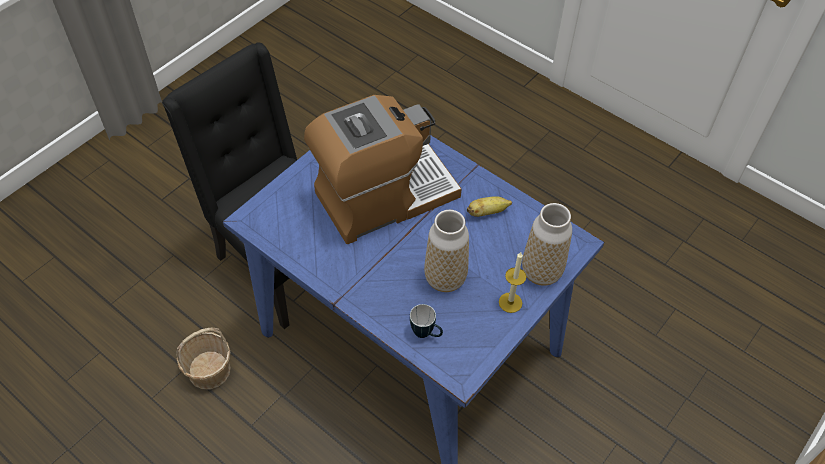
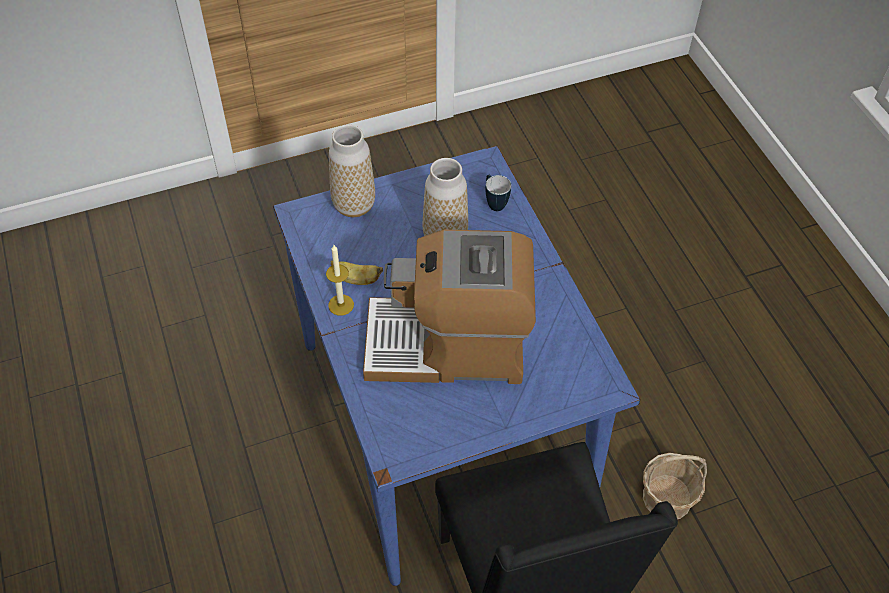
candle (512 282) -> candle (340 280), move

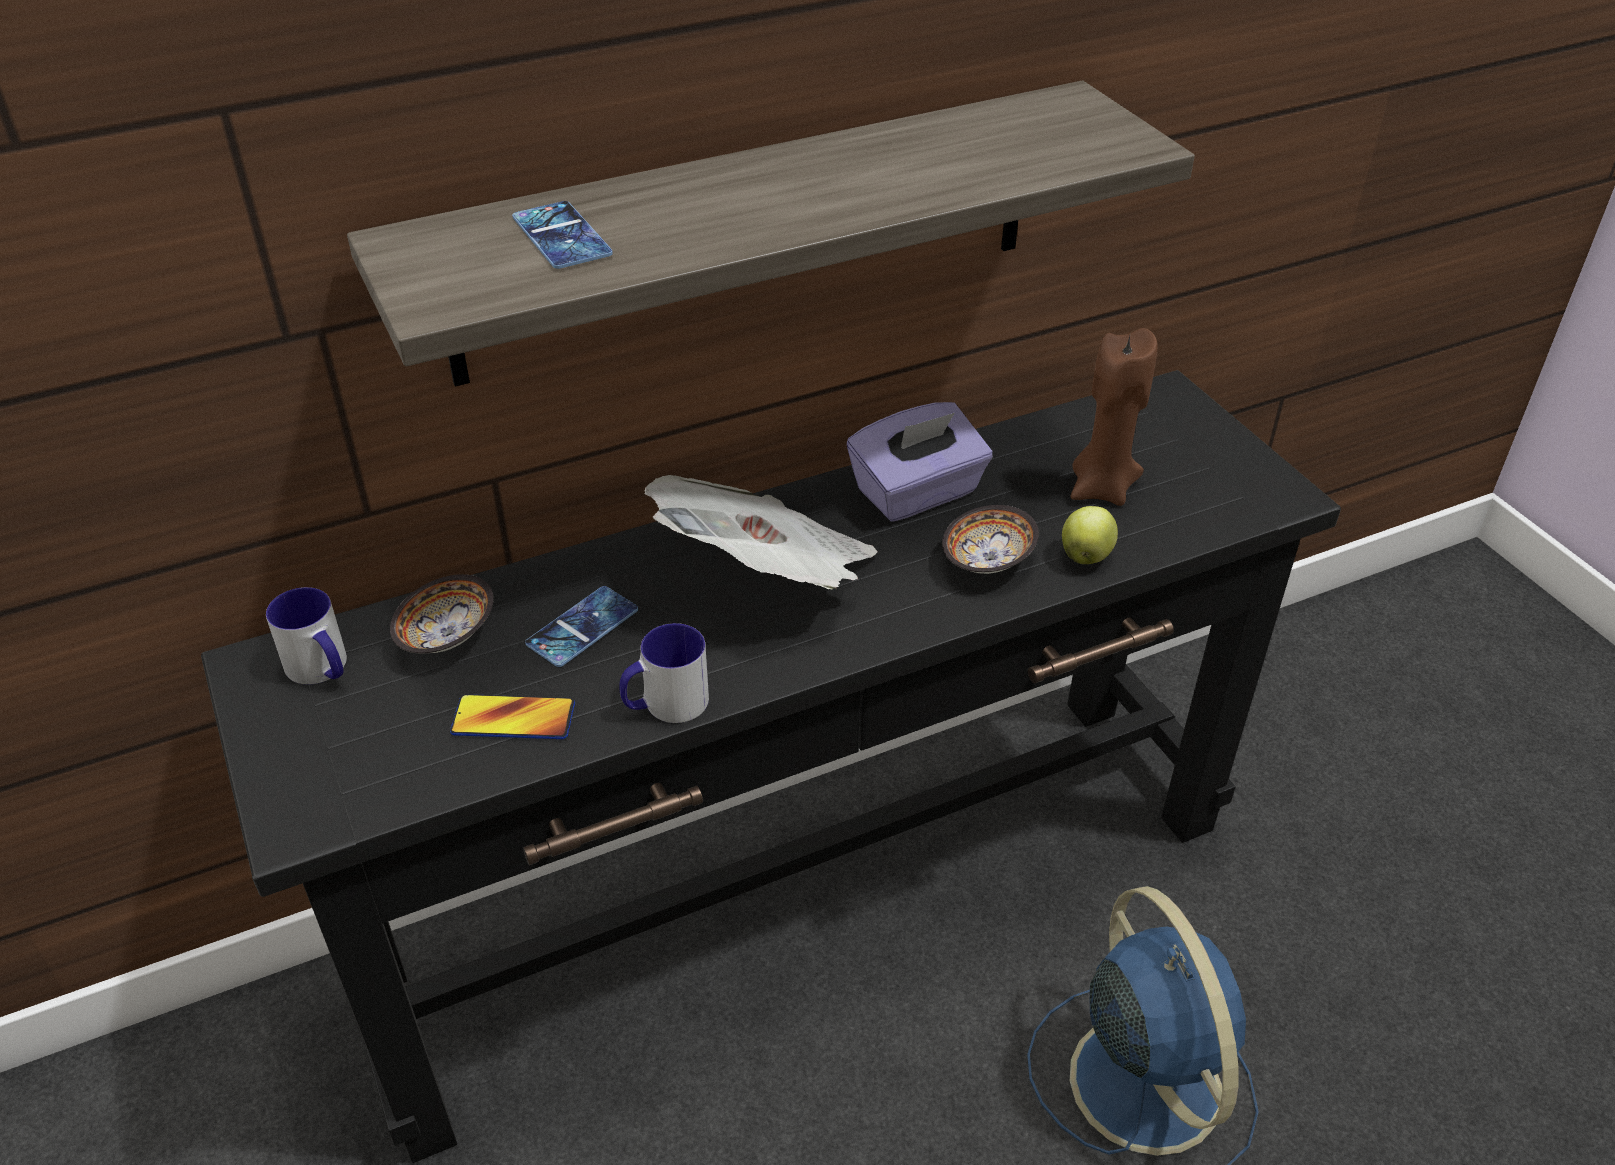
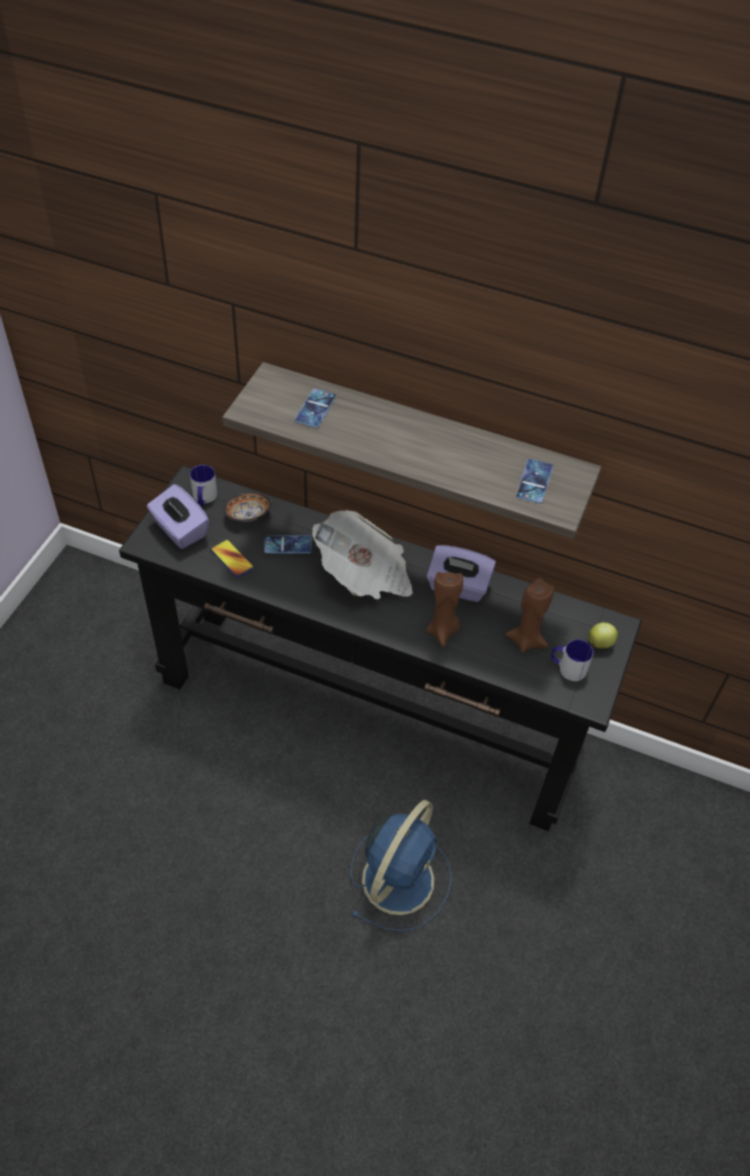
mug (664 673) -> mug (572 660), move
bowl (990 539) -> brown_candle (444 609)
apple (1090 535) -> apple (603 635), move
none -> purple_tissue_box (178 516)
none -> phone (534 481)

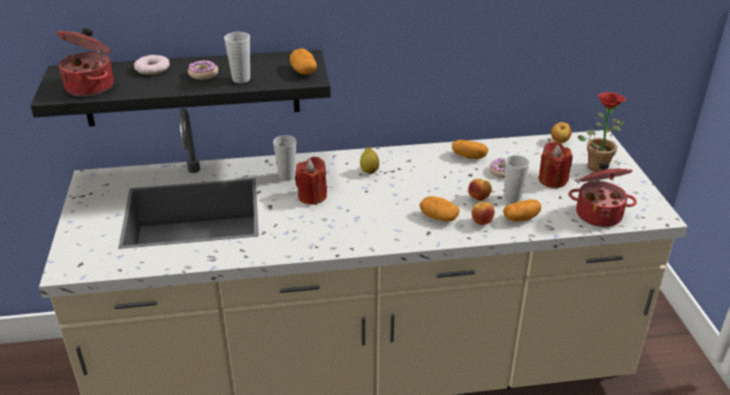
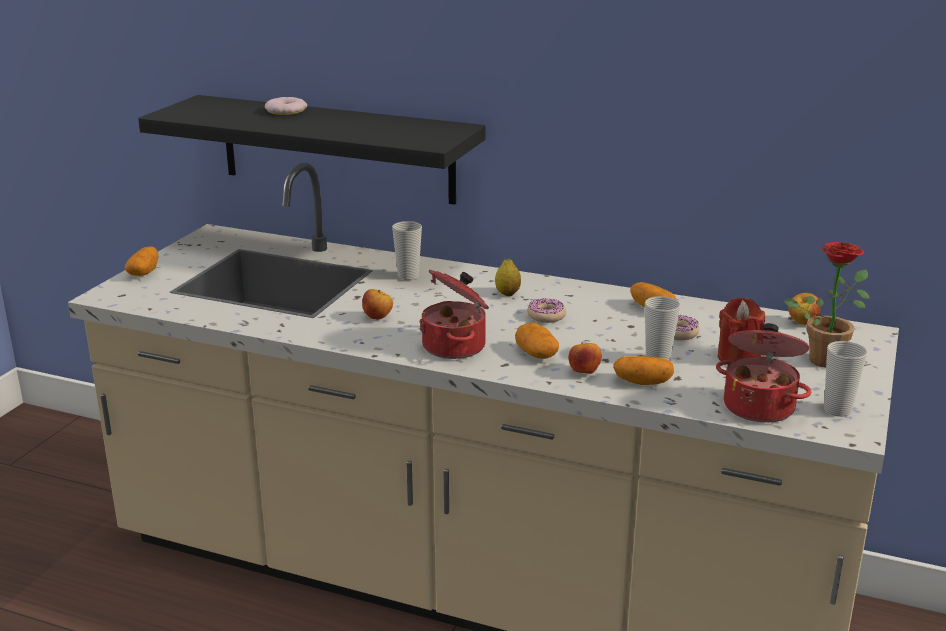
cooking_pot (85 62) -> cooking_pot (454 314), move
donut (203 70) -> donut (546 310), move
cup (237 57) -> cup (845 379), move
potato (303 61) -> potato (142 261), move
red_candle (311 181) -> none
apple (480 190) -> apple (377 304), move

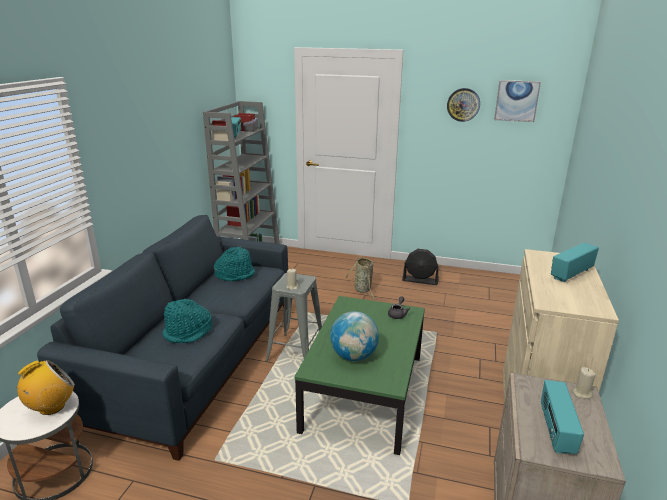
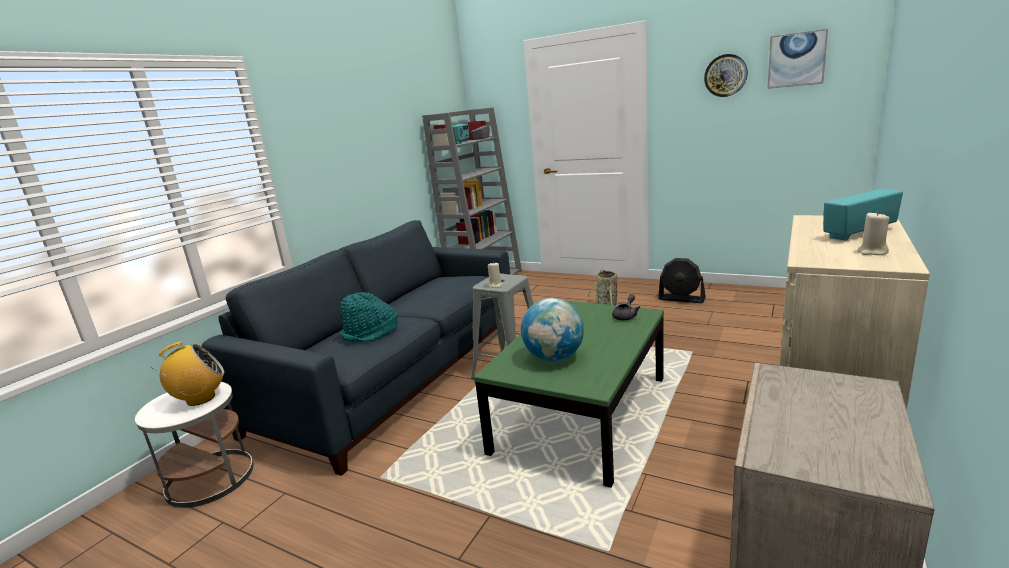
turquoise_hat (234 264) -> none
radio (562 417) -> none
beige_candle (584 383) -> beige_candle (873 233), move

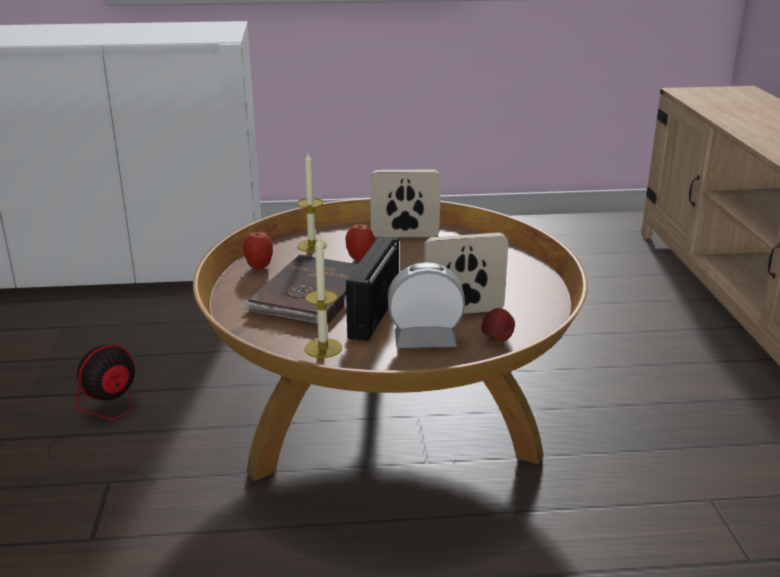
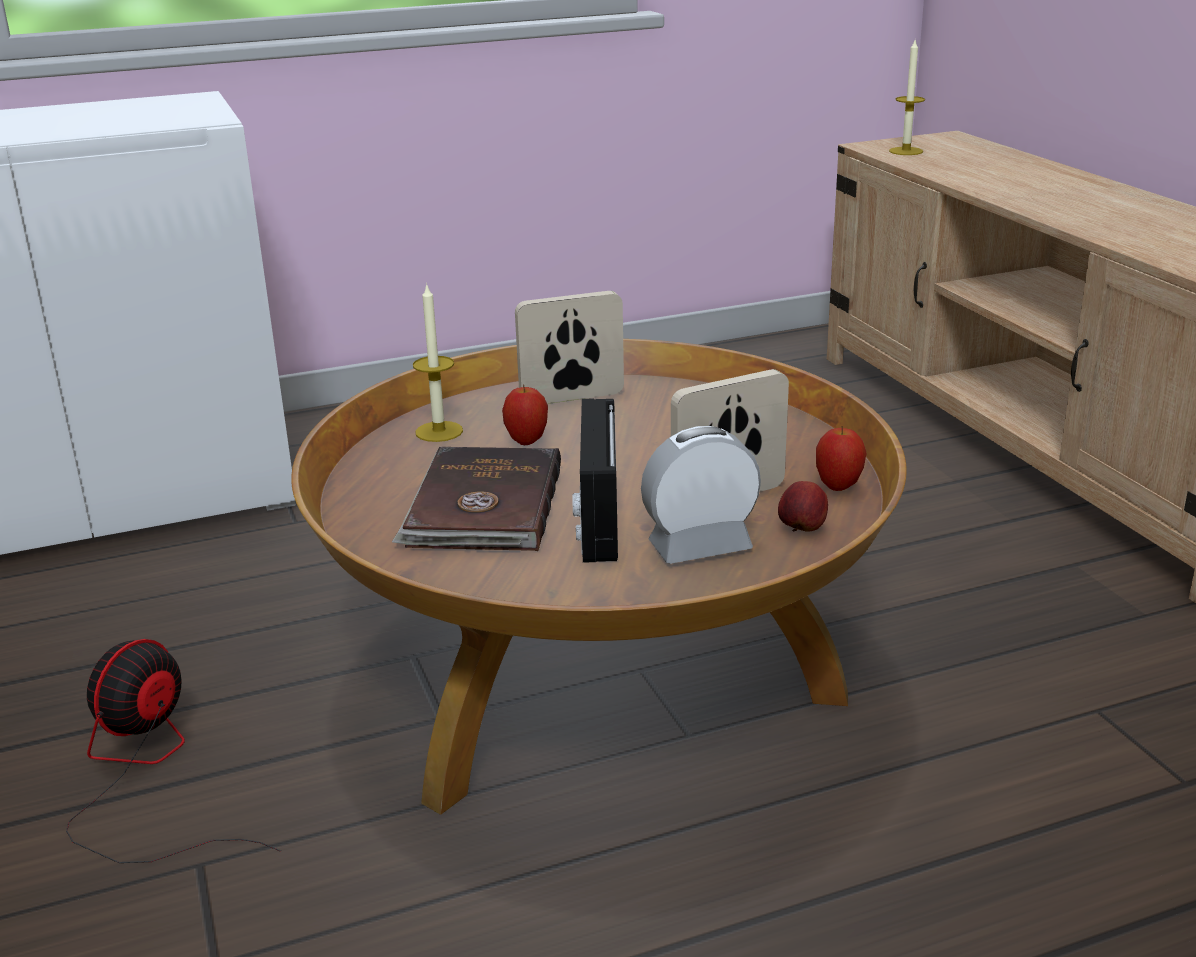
apple (258 250) -> apple (841 458), move
candle (323 297) -> candle (907 97), move

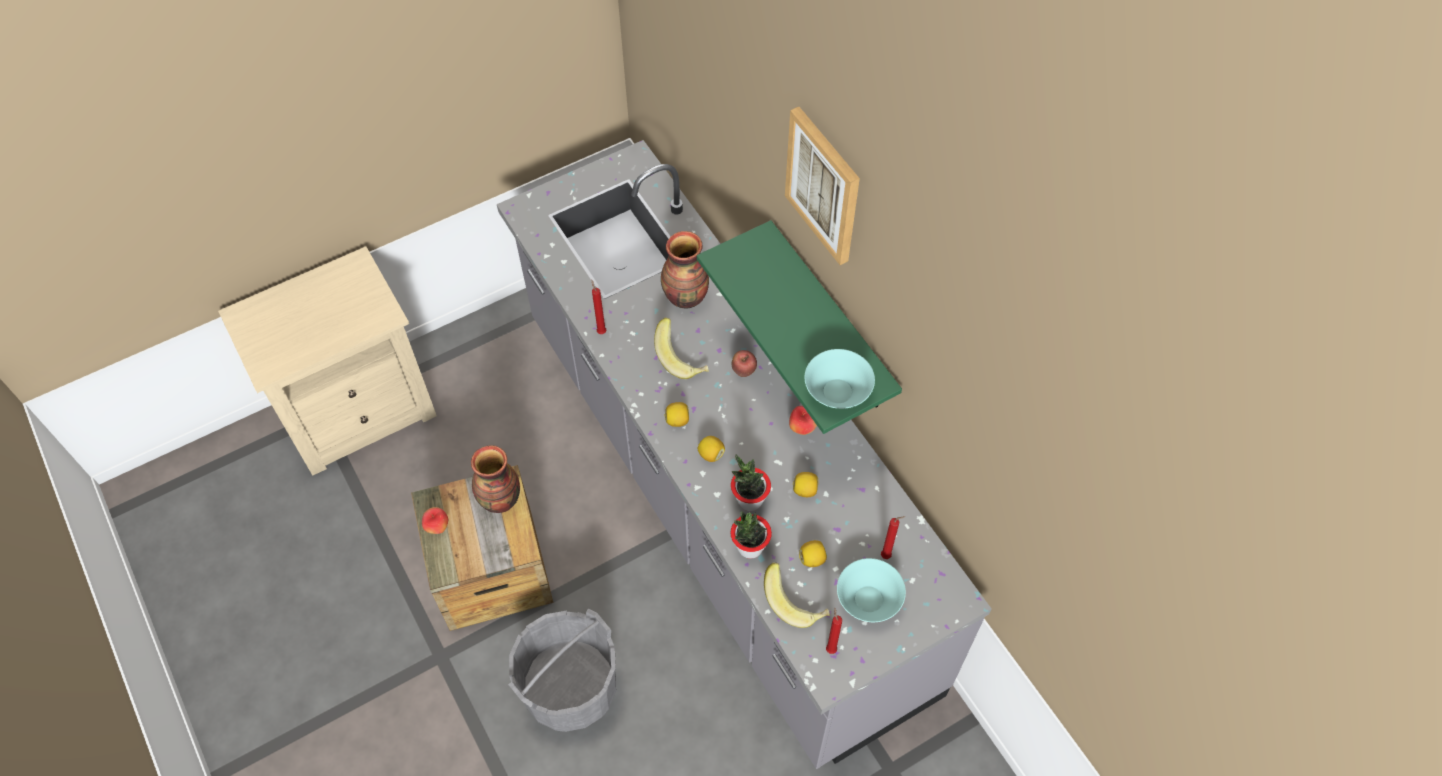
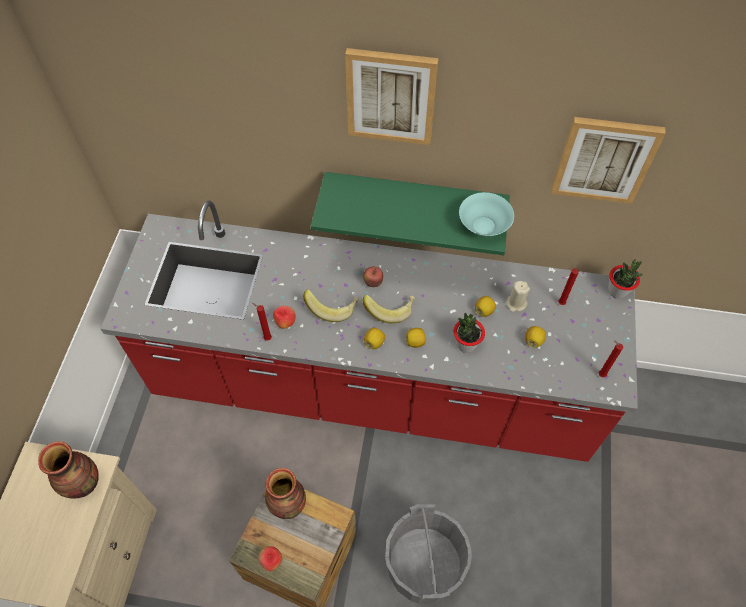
grey_counter (744 454) -> red_counter (369 331)
vase (685 269) -> vase (68 470), move
potted_plant (751 535) -> potted_plant (625 279), move
banana (797 595) -> banana (389 309), move
apple (803 420) -> apple (284 317), move
turquoise_bowl (871 590) -> none
none -> beige_candle (518 296)
none -> picture (608 160)

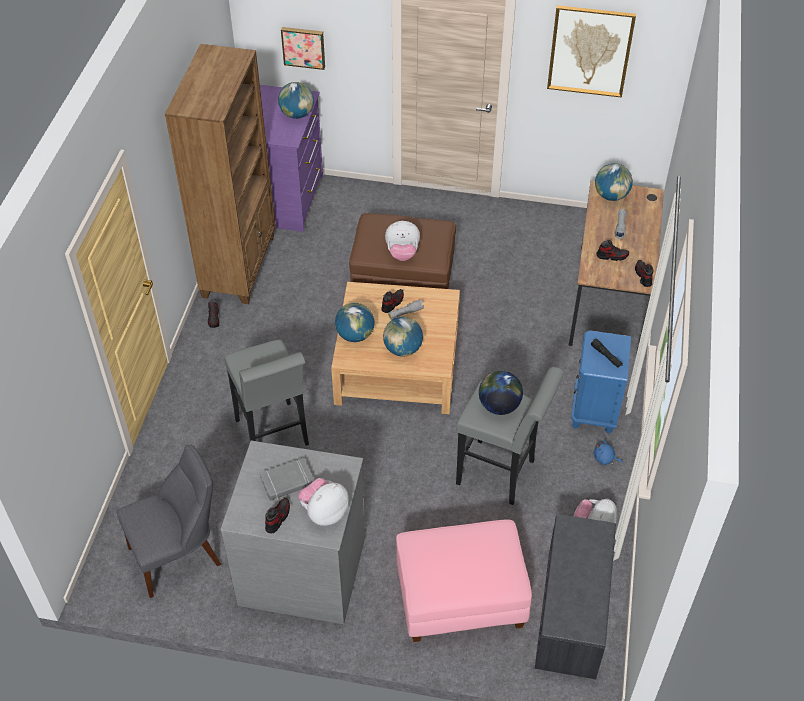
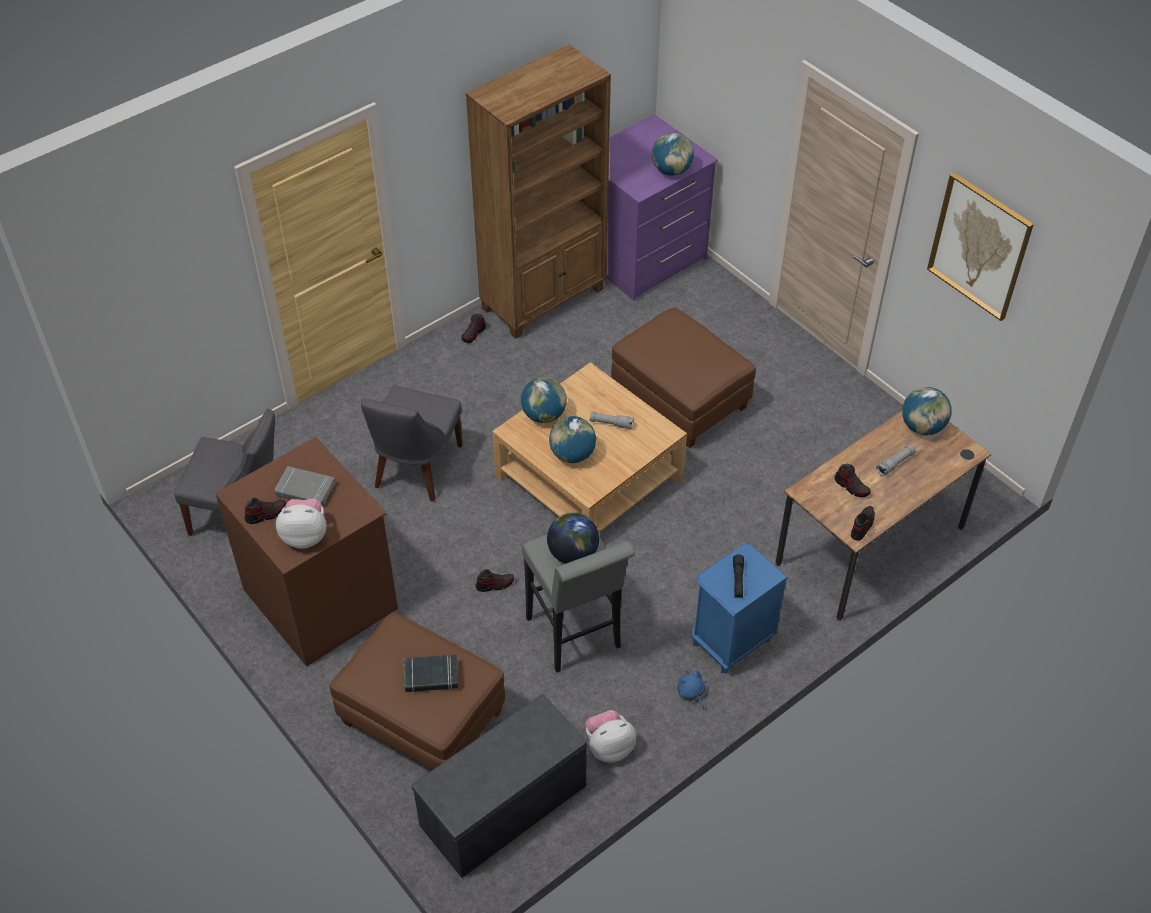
grey_dresser (292 532) -> brown_dresser (306 551)
grey_stool (266 393) -> grey_chair (412 444)
picture (303 48) -> none
shoe (392 301) -> shoe (494 580), move
plush_toy (402 241) -> none
pink_ottoman (464 581) -> brown_ottoman (417 691)
none -> black_book (431 673)

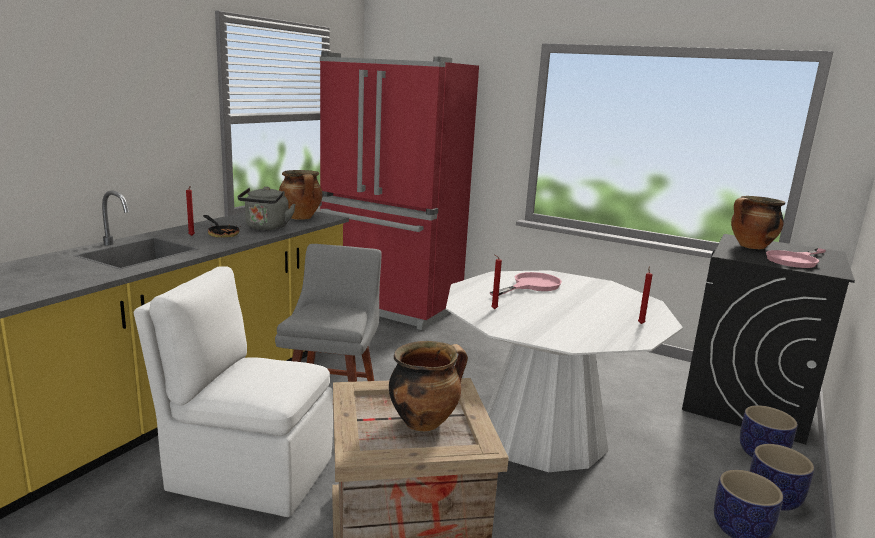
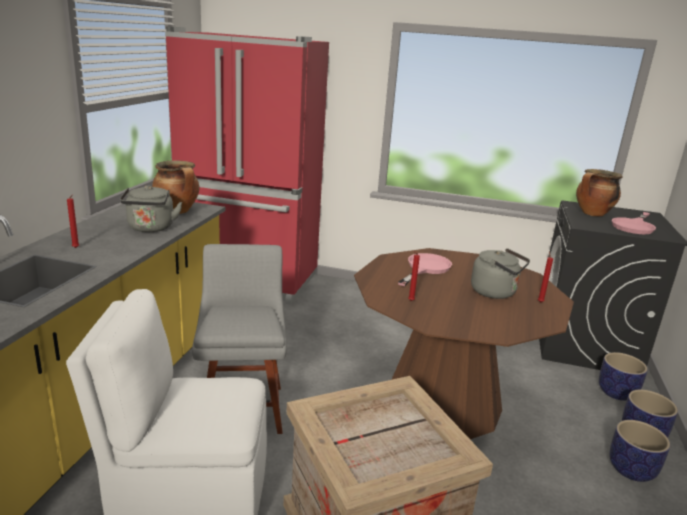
frying_pan (222 226) -> none
cooking_pot (428 386) -> none
white_dining_table (564 371) -> brown_dining_table (464 343)
none -> grey_kettle (500 273)

